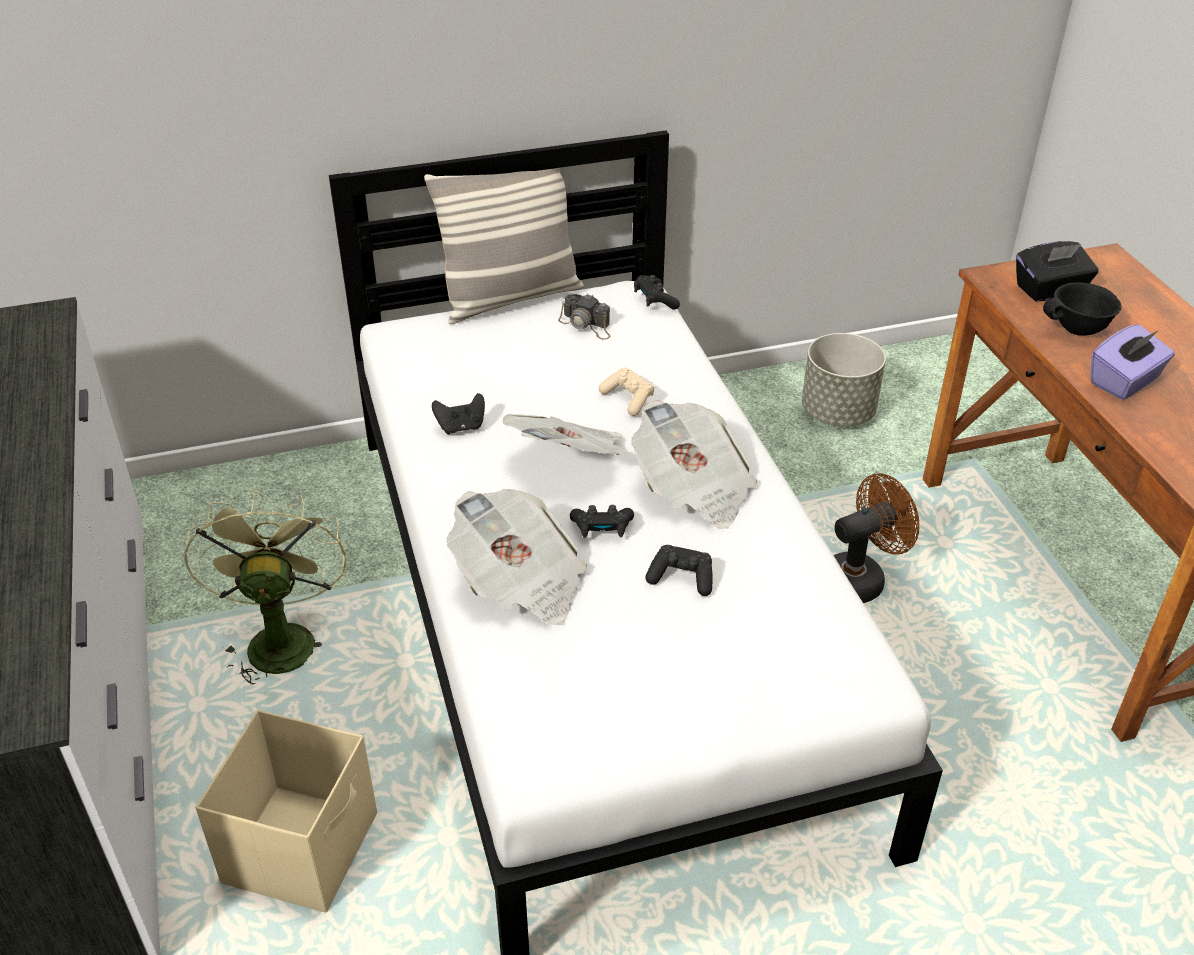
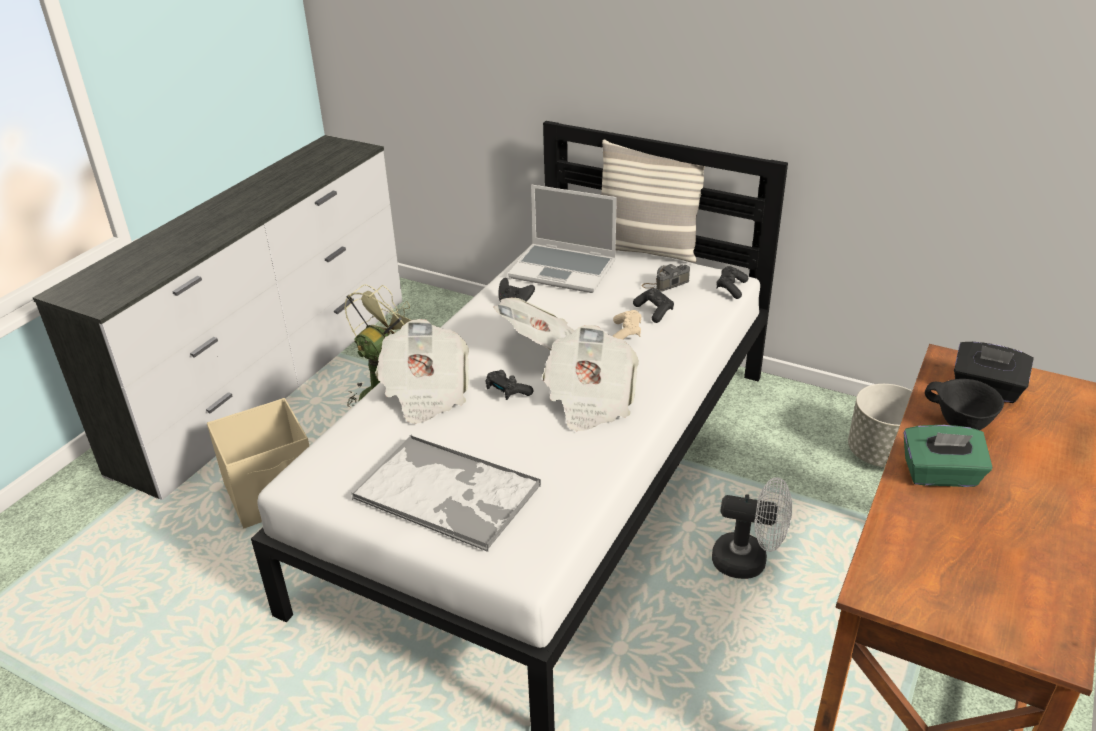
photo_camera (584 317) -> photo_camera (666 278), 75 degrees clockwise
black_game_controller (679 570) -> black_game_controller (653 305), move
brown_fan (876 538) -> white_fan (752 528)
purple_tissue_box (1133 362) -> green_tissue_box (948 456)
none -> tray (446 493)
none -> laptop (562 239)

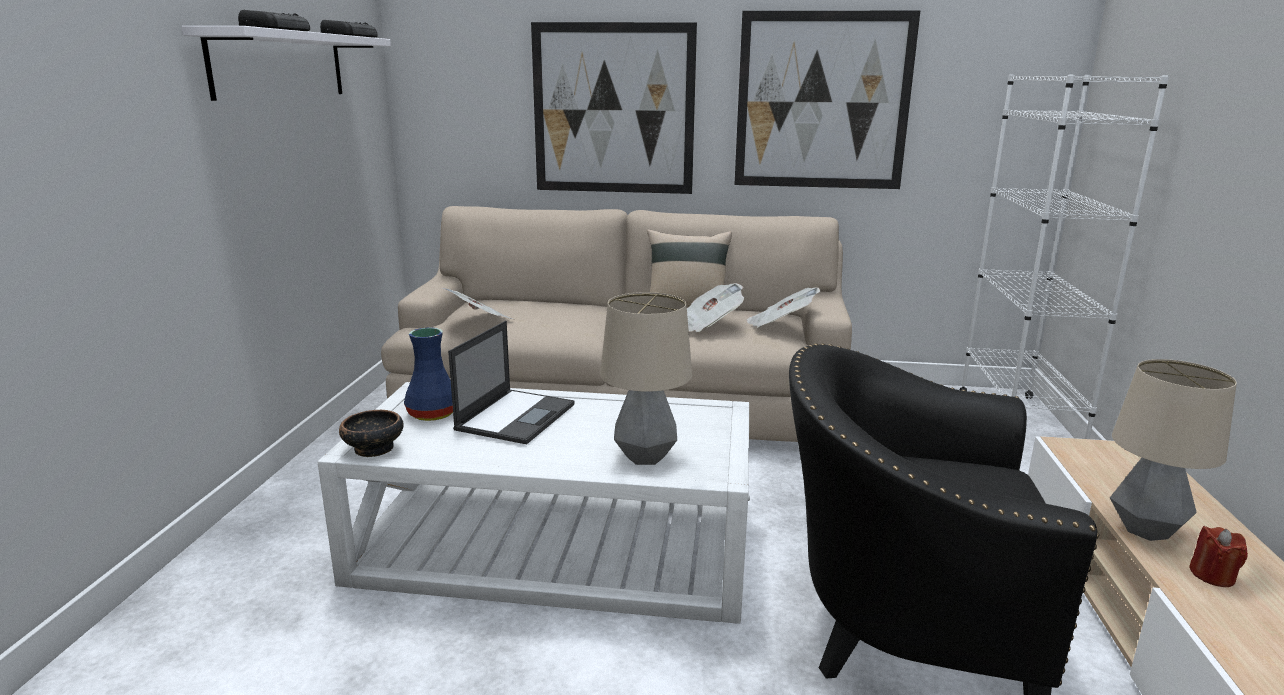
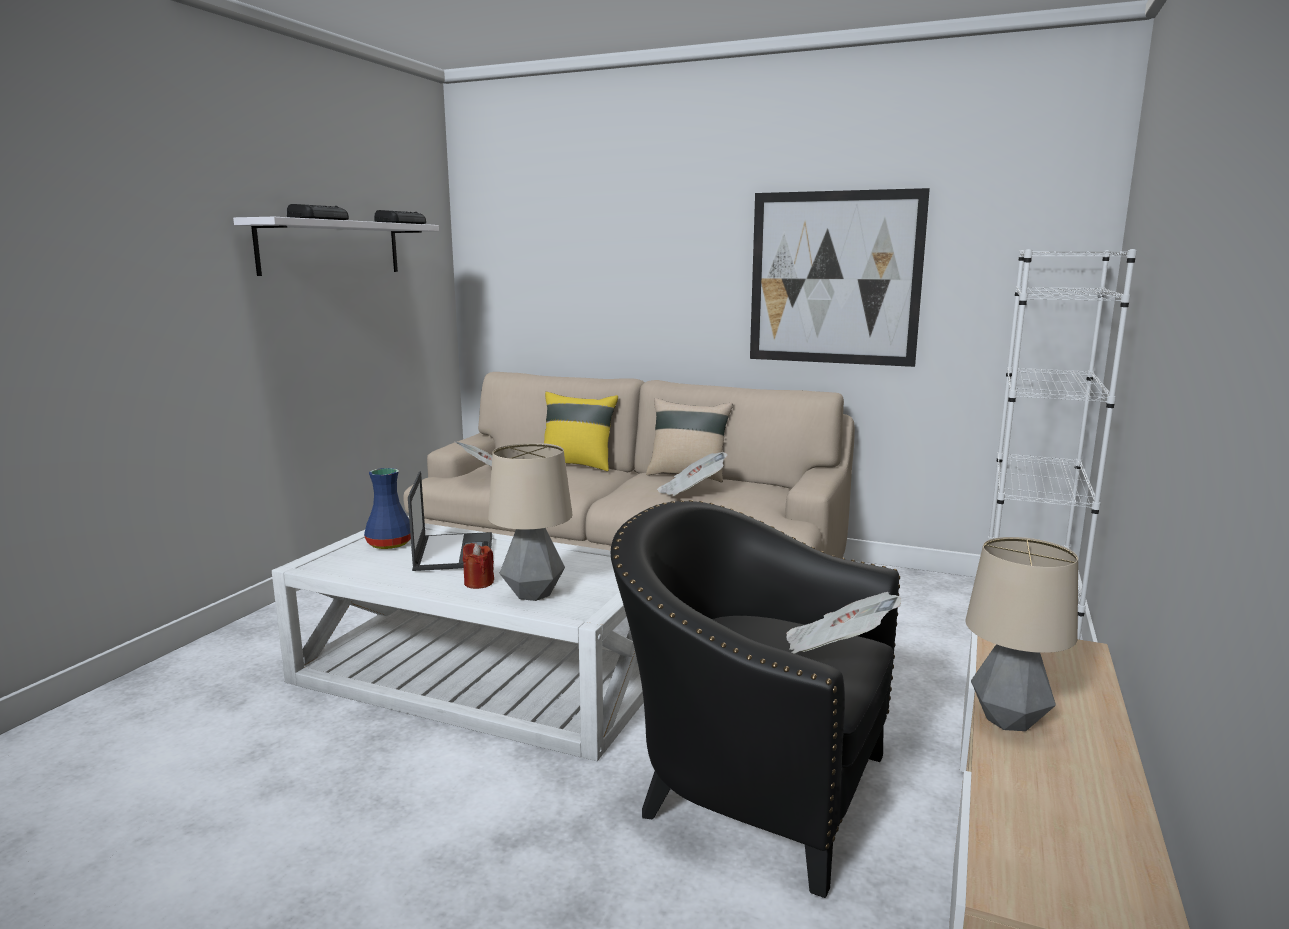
bowl (371 433) -> none
laptop (511 382) -> laptop (450 521), 45 degrees counterclockwise
picture (614 108) -> none
newspaper (783 307) -> newspaper (843 623), move
red_candle (1218 556) -> red_candle (478 566), move
none -> yellow_pillow (581 431)

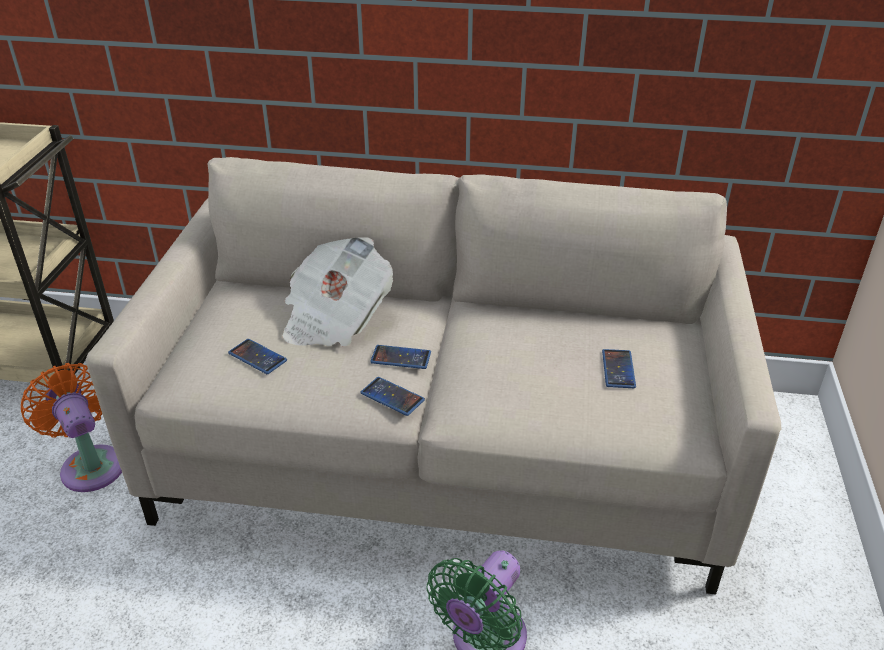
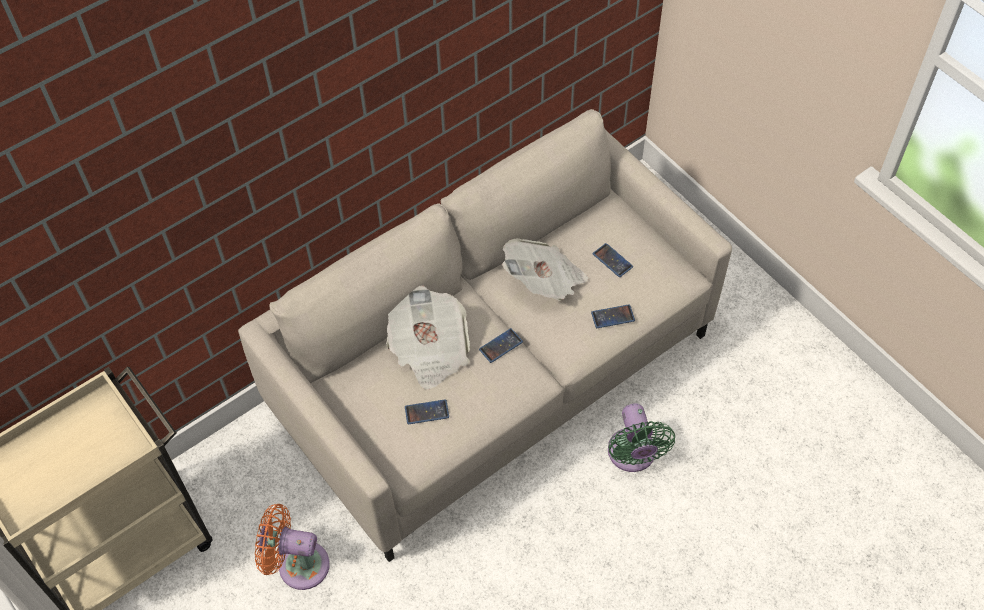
phone (392 396) -> phone (613 316), move
none -> newspaper (545 269)

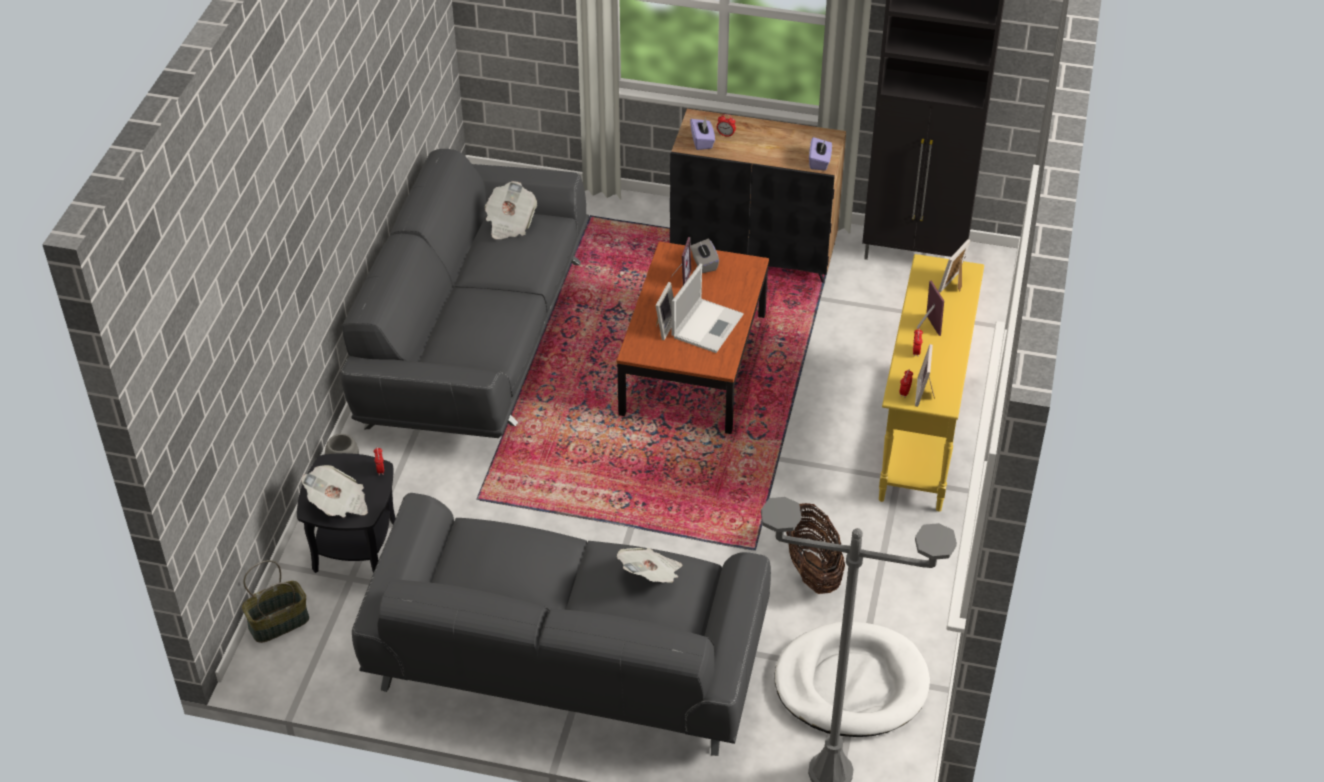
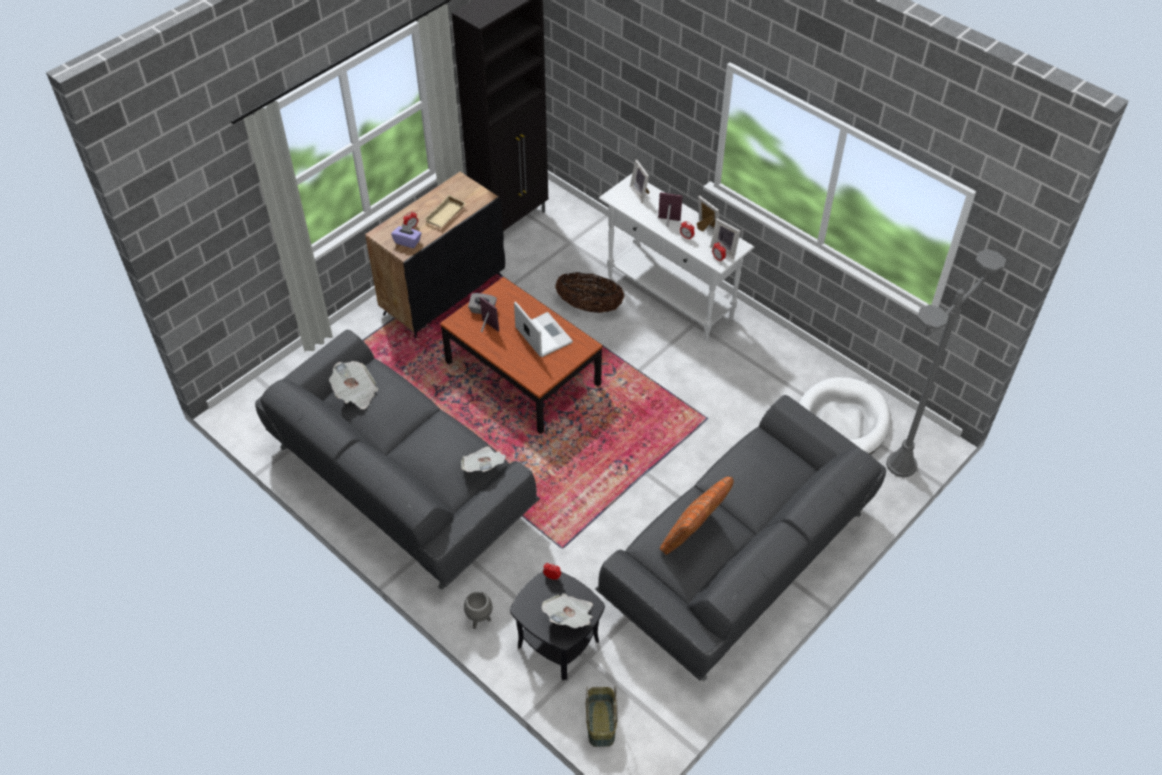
newspaper (650 565) -> newspaper (483 459), move
picture_frame (665 311) -> picture_frame (708 213), move
basket (815 548) -> basket (589 292), move
purple_tissue_box (820 154) -> none
yellow_console_table (931 382) -> white_console_table (676 257)
none -> beige_tray (445 211)
none -> orange_pillow (697 516)

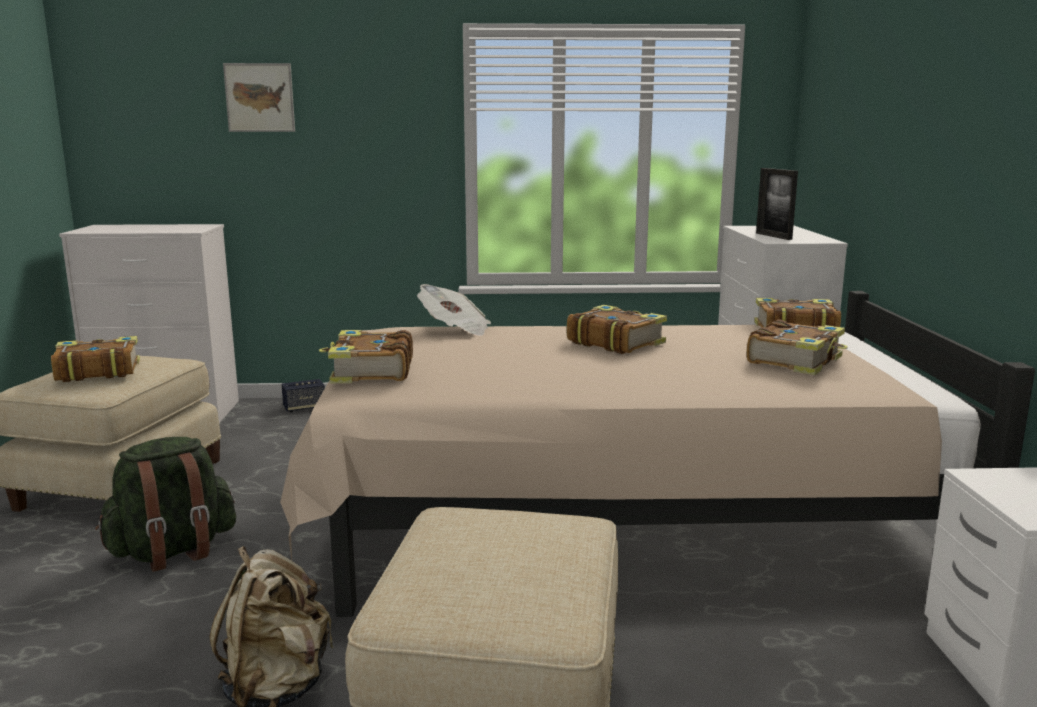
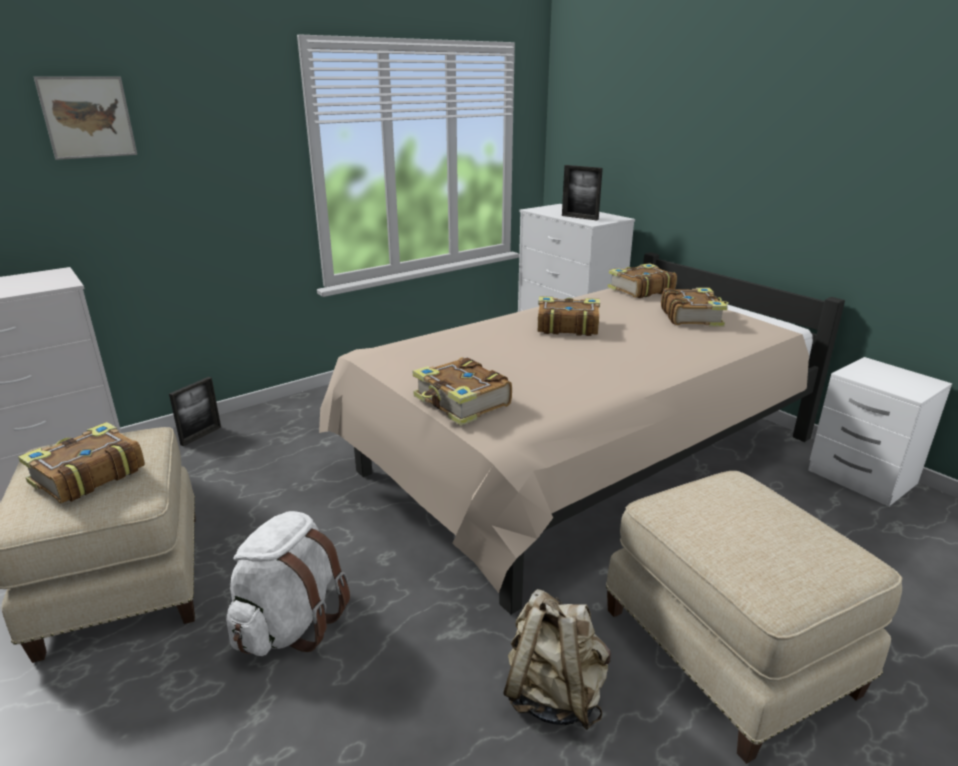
green_backpack (165 504) -> white_backpack (288 583)
speaker (303 395) -> picture_frame (195 411)
newspaper (454 310) -> none

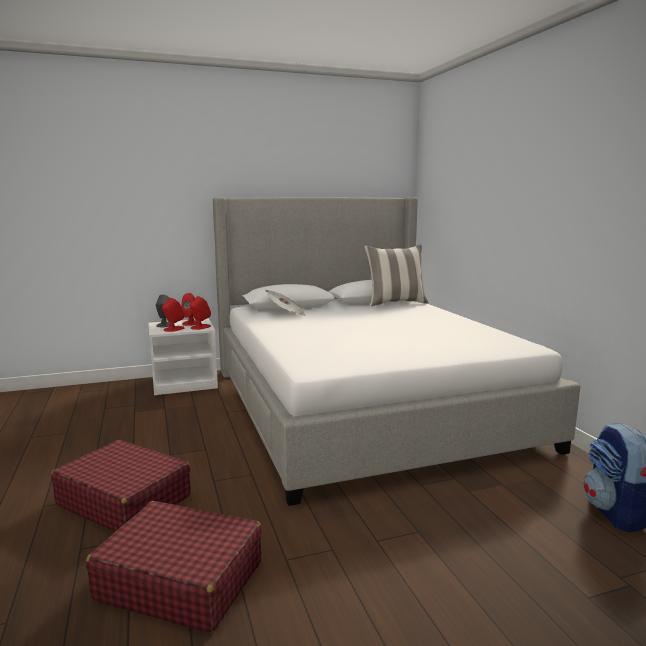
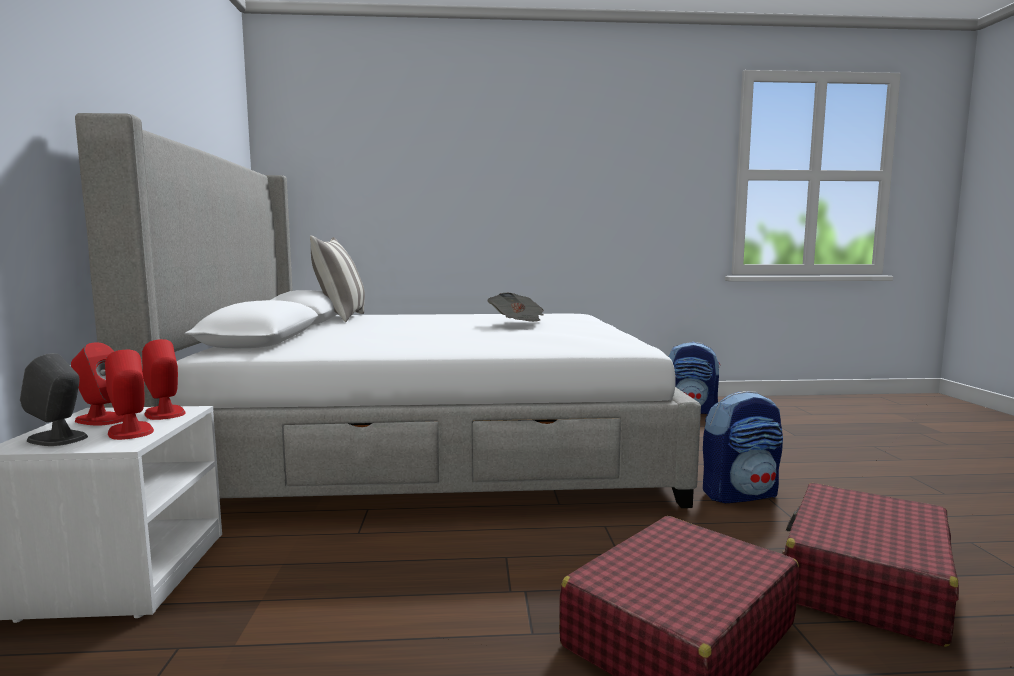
newspaper (285 303) -> newspaper (515 307), move
none -> backpack (743 447)

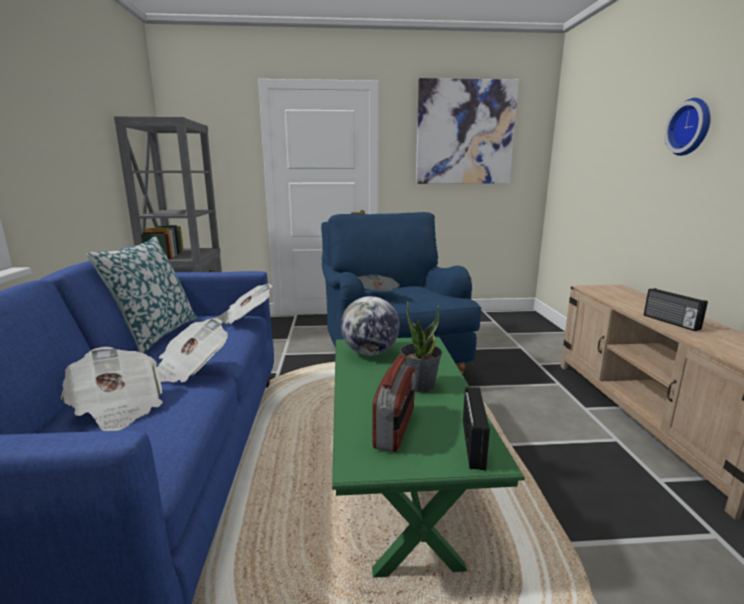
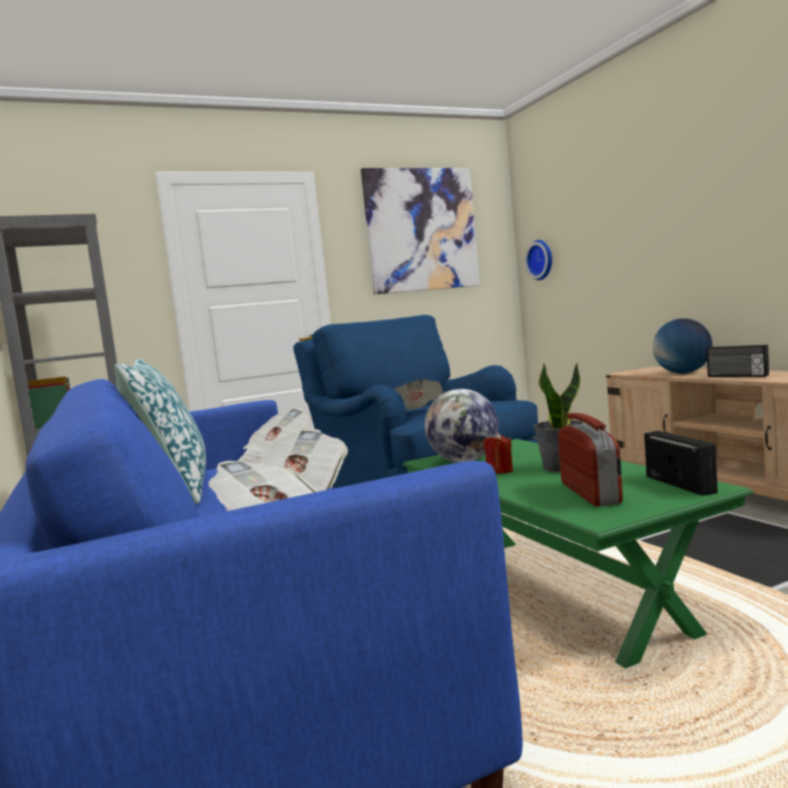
wall_clock (687 127) -> wall_clock (538 260), move
none -> red_candle (498 453)
none -> globe (682 345)

